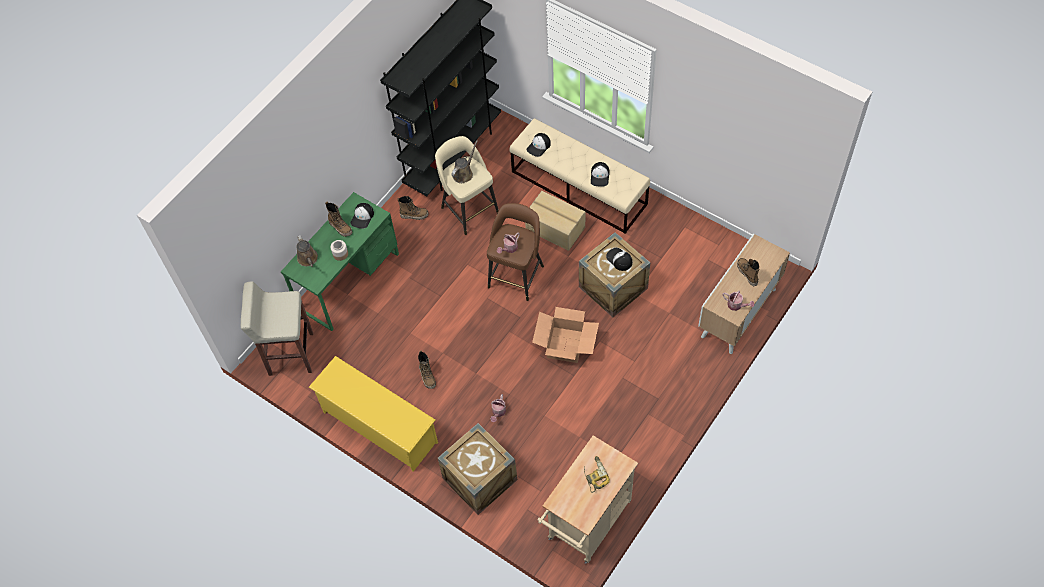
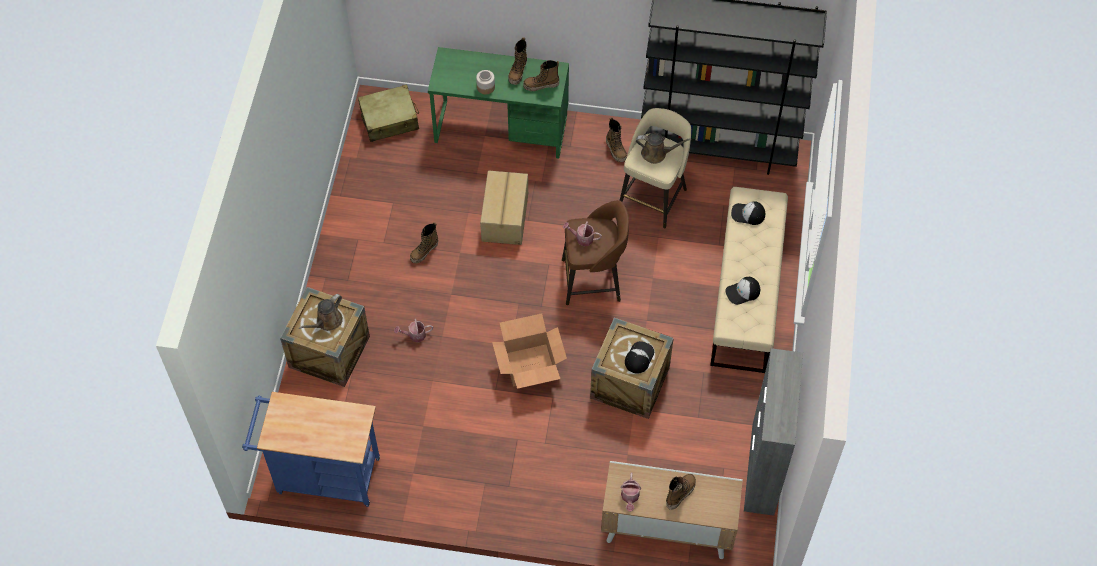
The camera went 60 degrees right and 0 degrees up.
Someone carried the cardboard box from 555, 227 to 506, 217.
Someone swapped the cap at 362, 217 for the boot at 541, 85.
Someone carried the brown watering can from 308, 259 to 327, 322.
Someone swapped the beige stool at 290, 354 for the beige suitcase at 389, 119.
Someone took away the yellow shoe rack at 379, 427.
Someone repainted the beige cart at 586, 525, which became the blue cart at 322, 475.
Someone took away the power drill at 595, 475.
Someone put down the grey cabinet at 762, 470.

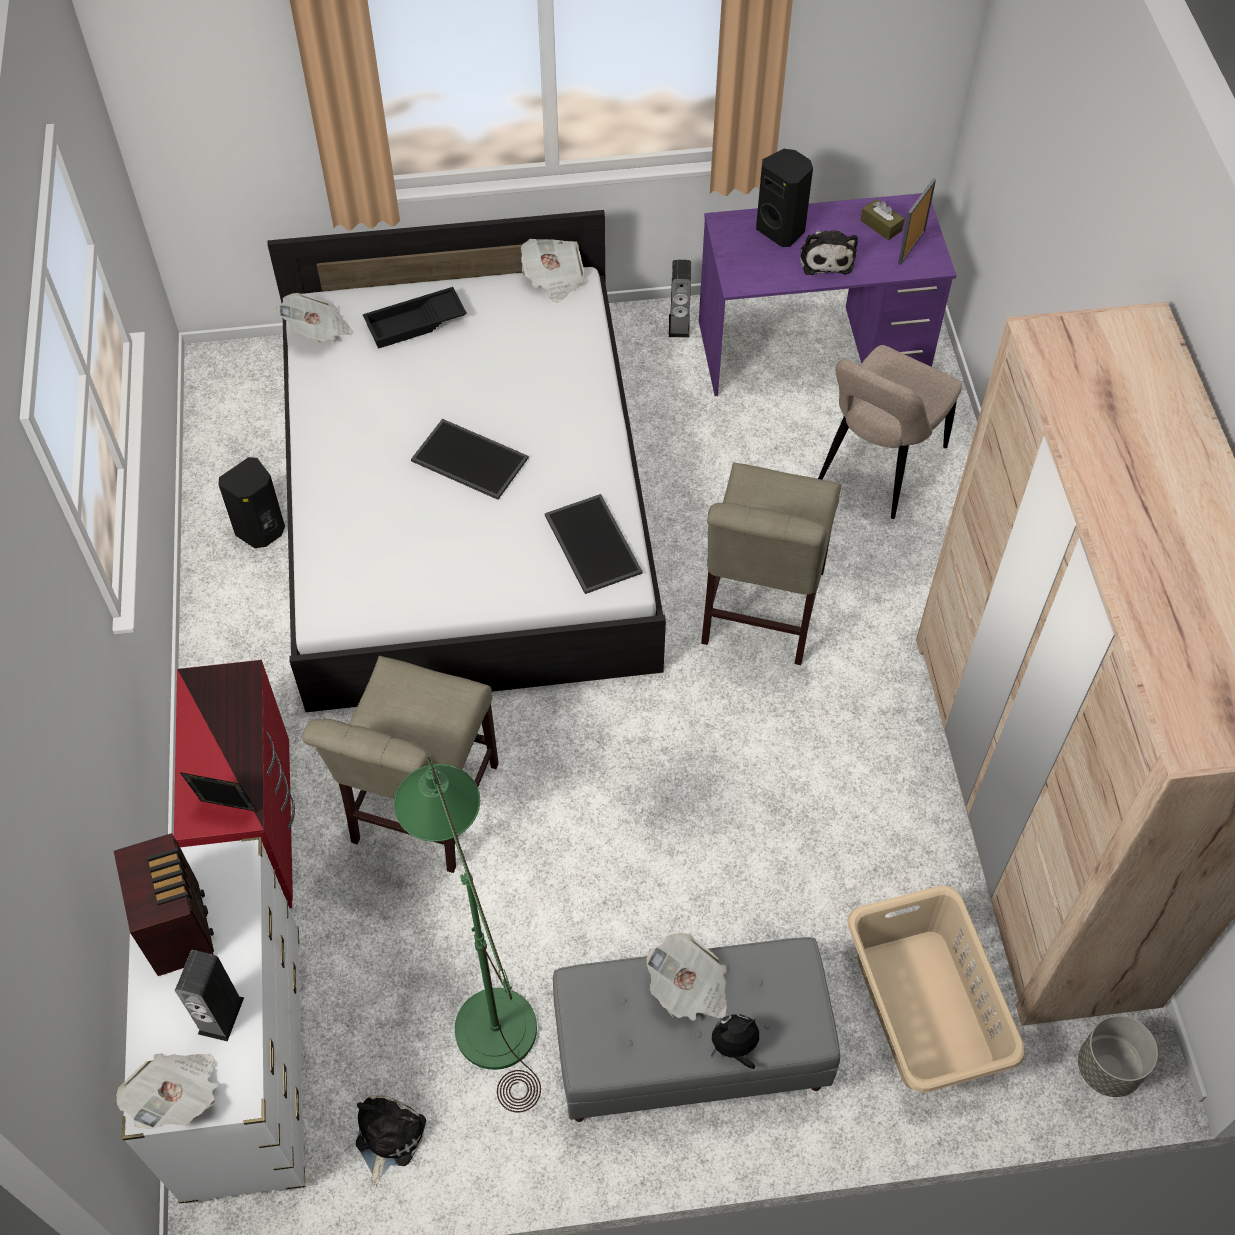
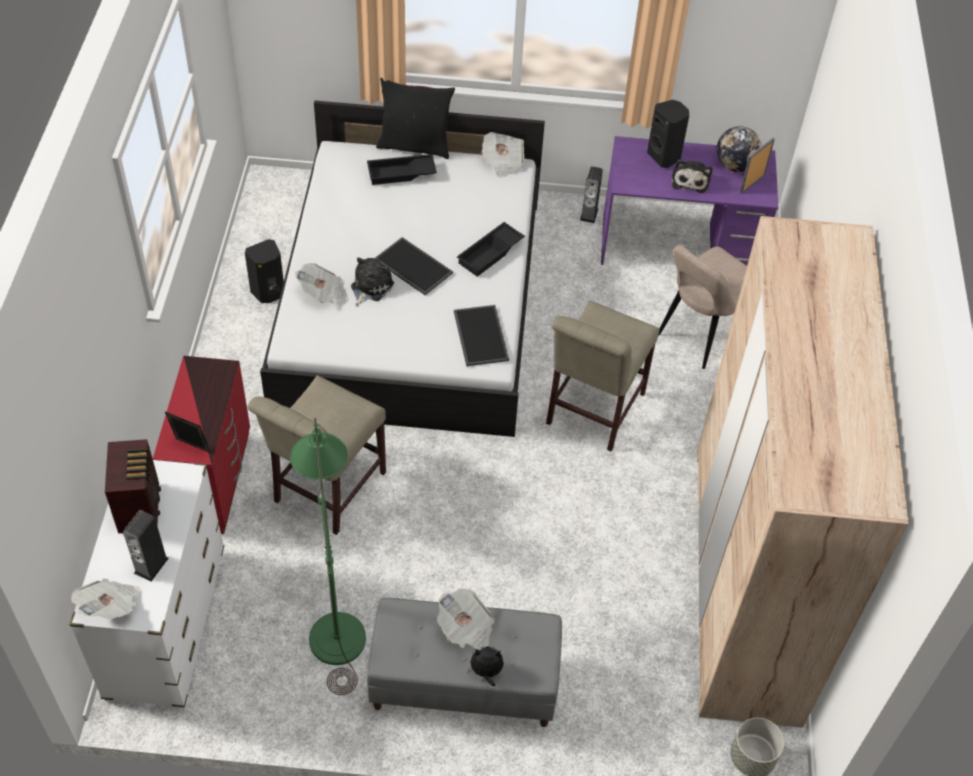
The camera went 10 degrees right and 5 degrees down.
Someone swapped the brown tissue box at 881, 225 for the globe at 735, 166.
Someone carried the newspaper from 318, 331 to 323, 293.
Someone took away the beige laundry basket at 922, 1010.
Someone carried the plush toy from 388, 1137 to 370, 287.
Someone put down the black pillow at 415, 145.
Someone put down the black tray at 490, 253.

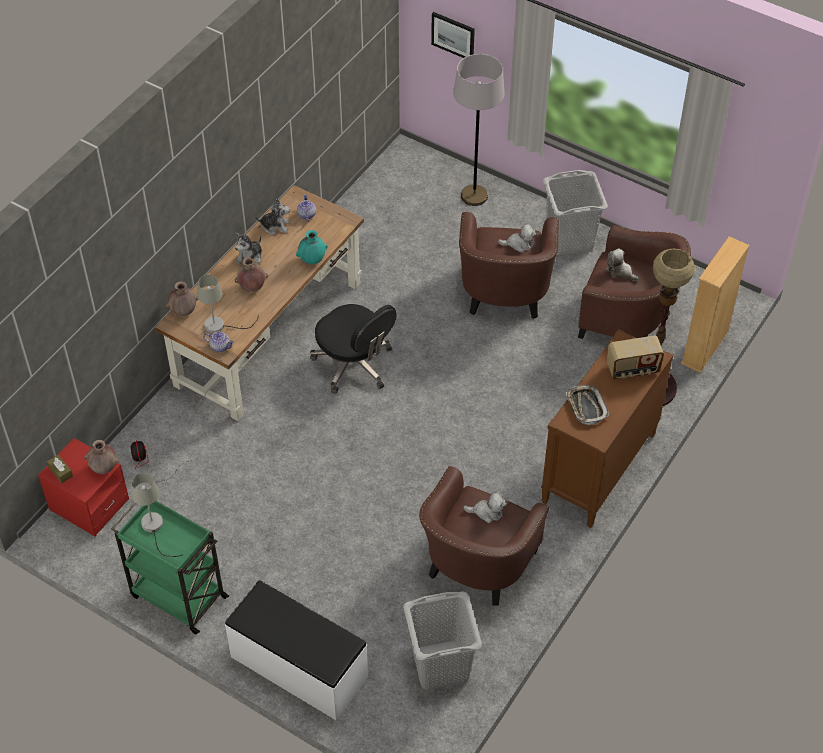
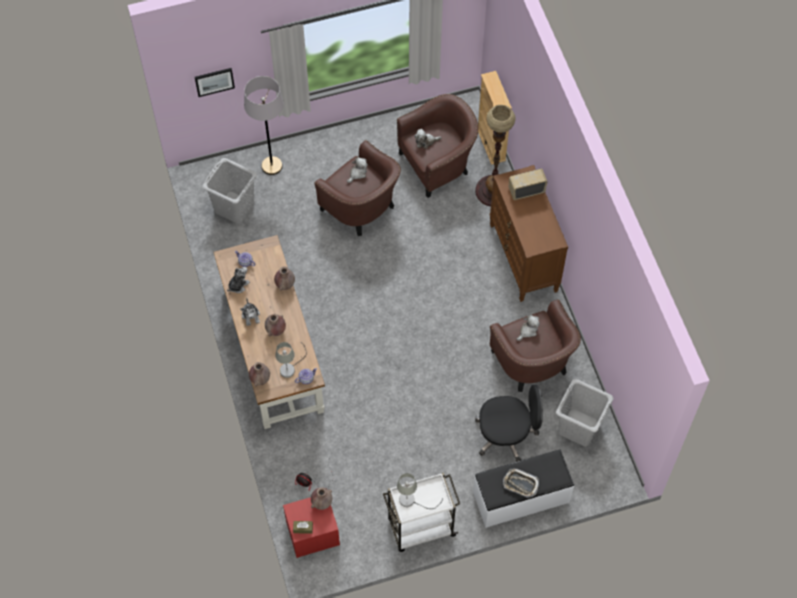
The camera went 50 degrees left and 10 degrees up.
Someone carried the grey laundry basket from 570, 239 to 234, 207.
Someone repainted the turquoise vase at 312, 260, which became the brown vase at 285, 285.
Someone carried the black office chair from 354, 365 to 506, 435.
Someone rotated the radio at 632, 369 by 135 degrees counterclockwise.
Someone carried the tray from 586, 406 to 520, 484.
Someone repainted the green cart at 177, 595, which became the white cart at 420, 528.

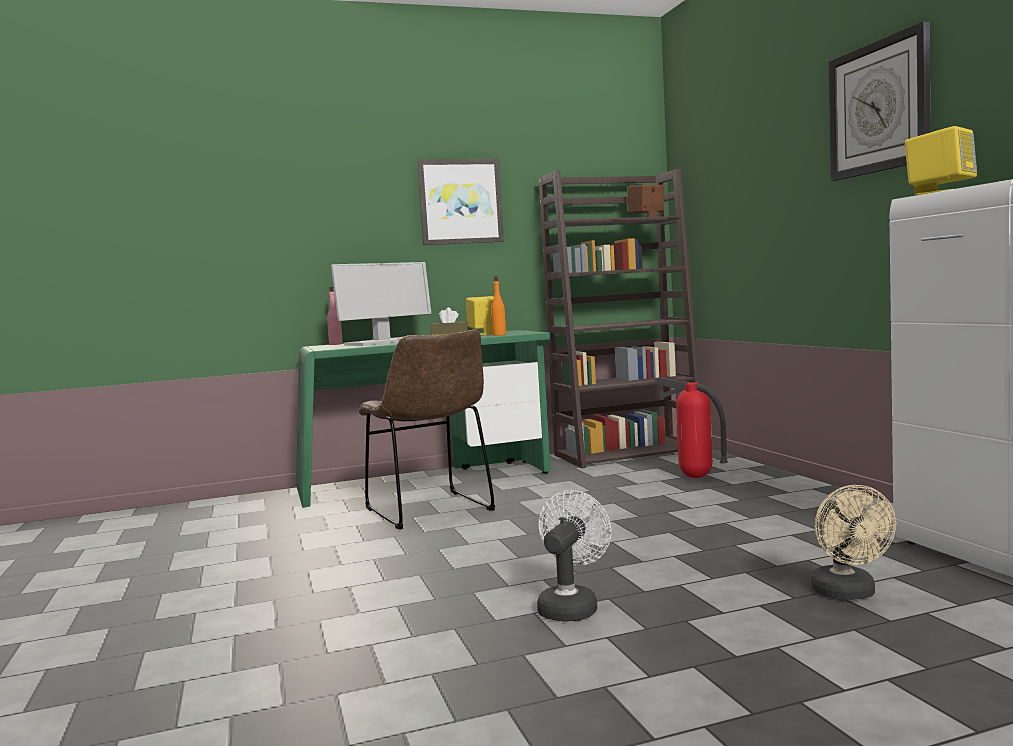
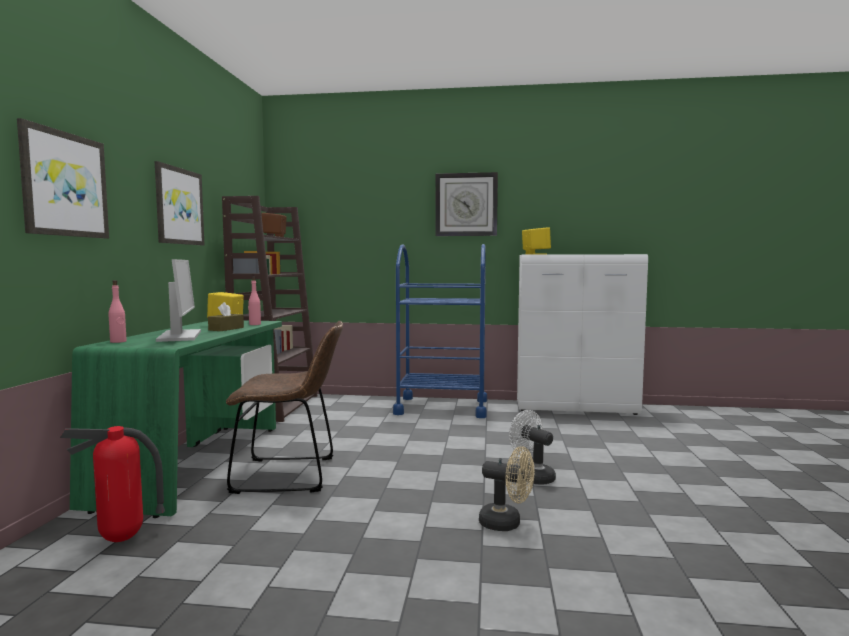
The camera went 65 degrees left and 0 degrees up.
Someone repainted the orange bottle at 499, 335, which became the pink bottle at 254, 324.
Someone carried the fire extinguisher from 695, 477 to 121, 540.
Someone carried the beige fan from 848, 594 to 507, 523.
Someone put up the picture at 64, 184.
Someone put down the blue cart at 442, 407.

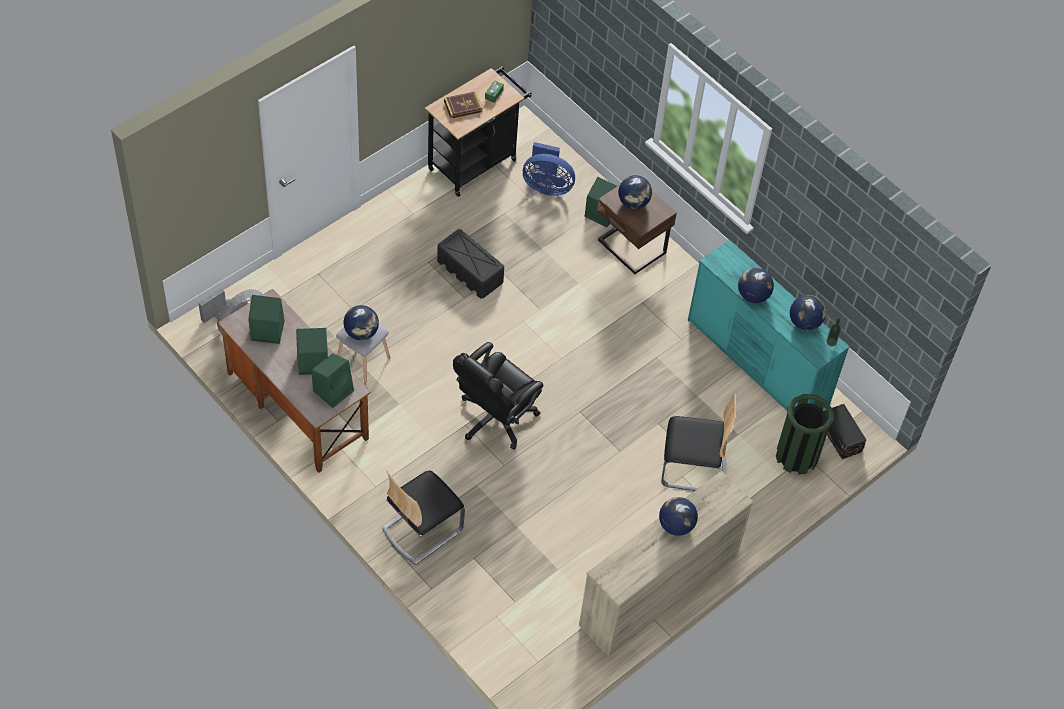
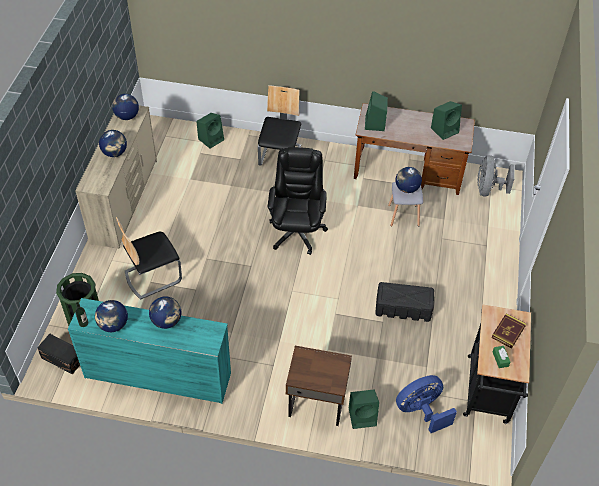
The camera went 145 degrees right and 5 degrees down.
Someone carried the globe from 633, 202 to 127, 116.
Someone carried the green speaker from 312, 363 to 211, 139.

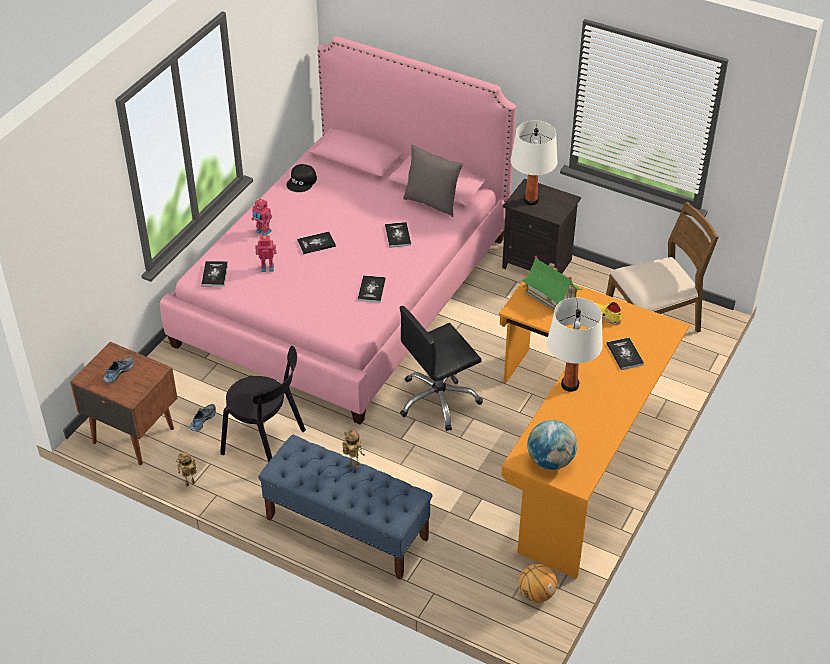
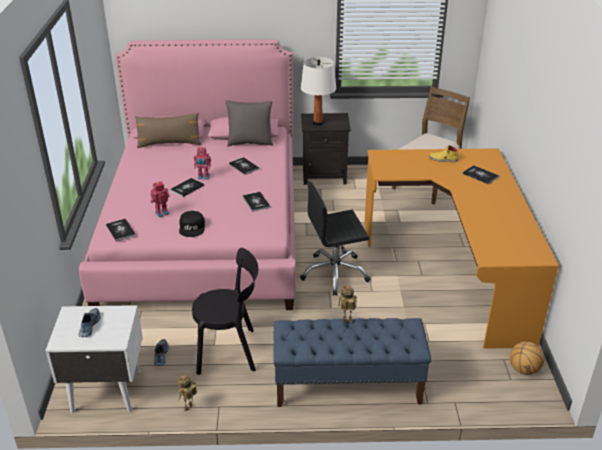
The camera went 30 degrees left and 10 degrees down.
Someone carried the black cap from 302, 182 to 192, 227.
Someone carried the toy robot from 263, 232 to 203, 177.
Someone took away the toy house at 550, 296.
Someone took away the white table lamp at 569, 385.
Someone rotated the black office chair at 438, 400 by 45 degrees clockwise.
Someone repainted the brown nightstand at 132, 434, which became the white nightstand at 105, 390.
Someone took away the globe at 550, 461.
Someone put down the brown pillow at 169, 144.

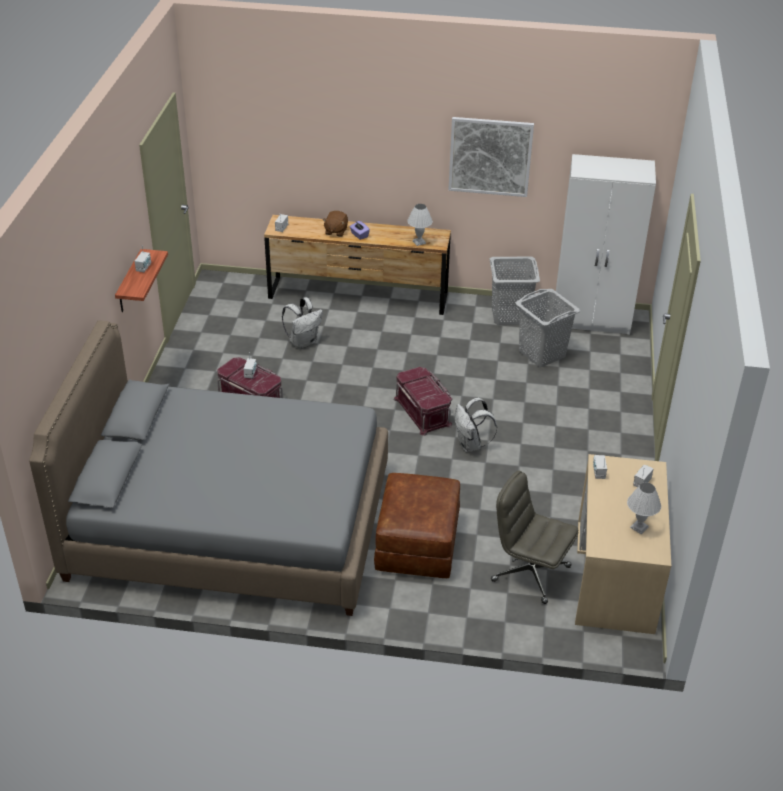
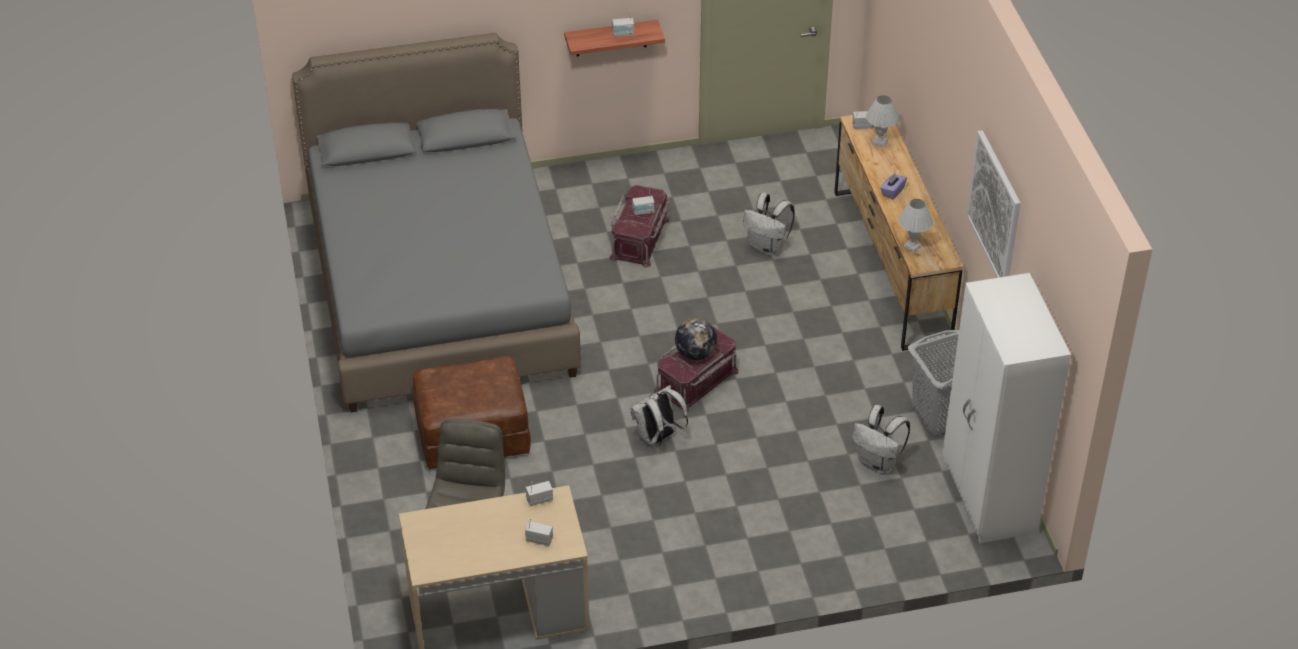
The camera went 70 degrees right and 5 degrees up.
Someone took away the brown plush toy at 335, 231.
Someone swapped the grey laundry basket at 542, 353 for the white backpack at 878, 462.
Someone carried the white table lamp from 638, 527 to 879, 141.
Someone put down the globe at 695, 354.

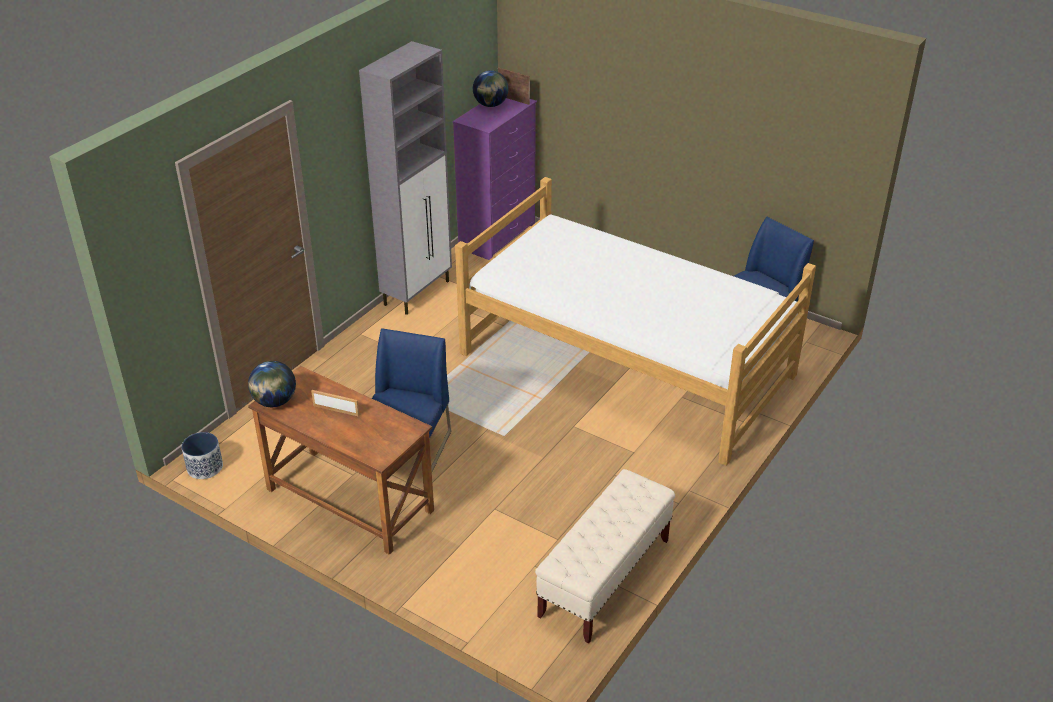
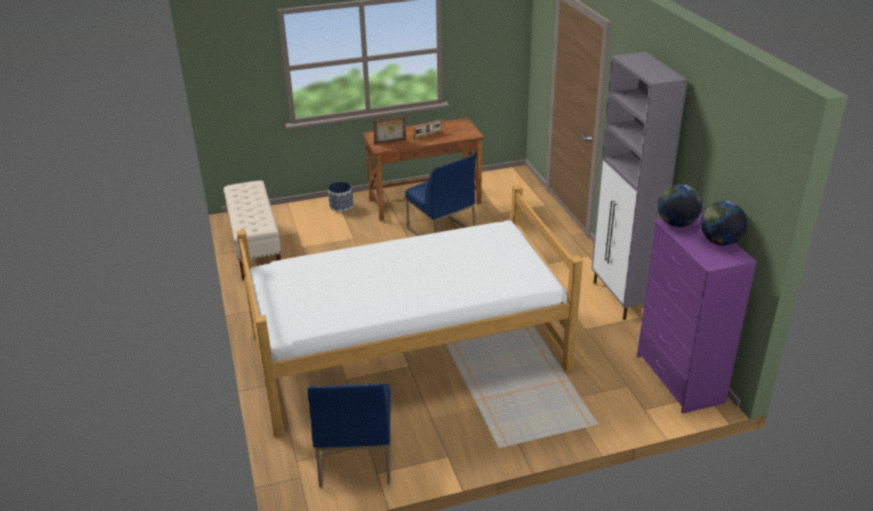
The camera went 130 degrees right and 5 degrees down.
Someone carried the picture frame from 514, 99 to 390, 142.
Someone carried the globe from 274, 402 to 676, 223.
Someone carried the planter from 205, 467 to 341, 206.

